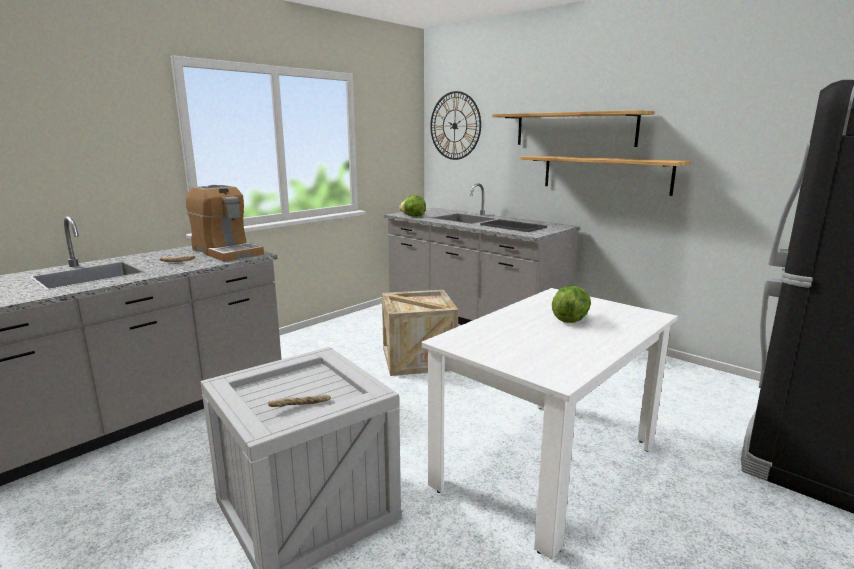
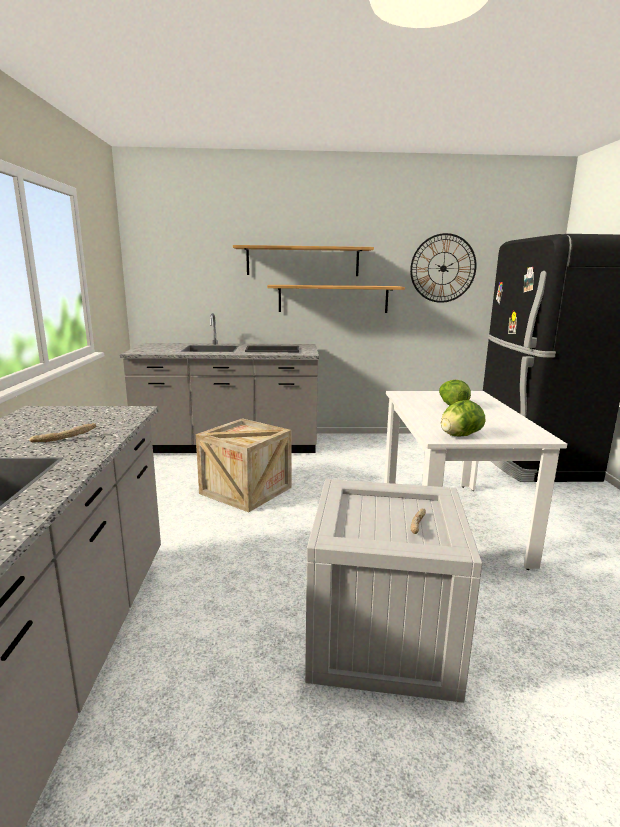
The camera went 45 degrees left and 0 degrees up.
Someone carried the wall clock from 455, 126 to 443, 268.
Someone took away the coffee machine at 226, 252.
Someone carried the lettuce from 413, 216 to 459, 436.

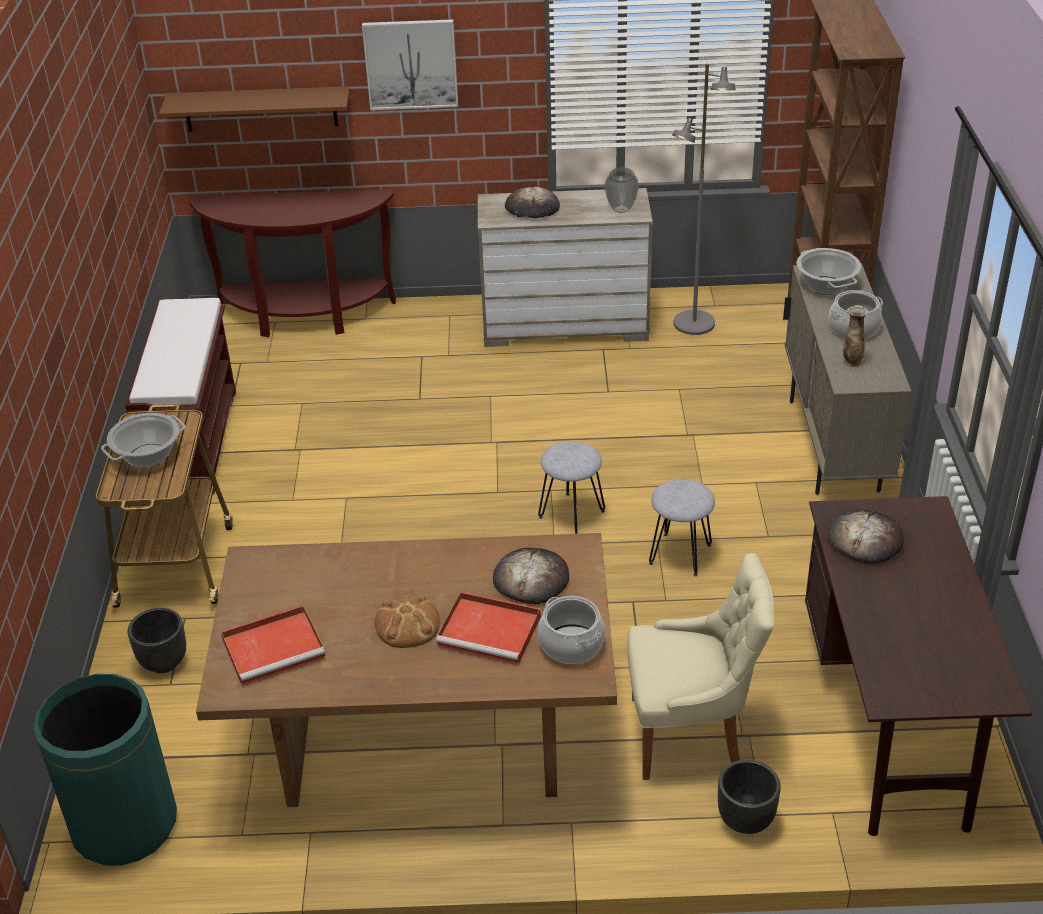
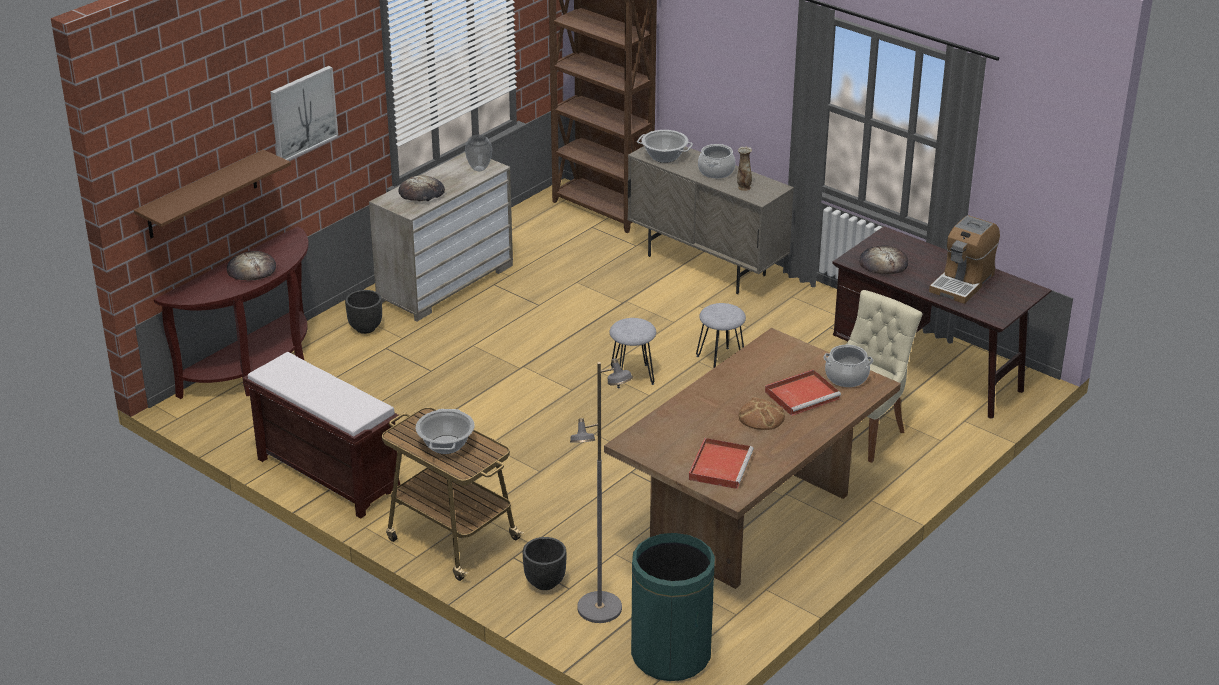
The camera went 50 degrees left and 5 degrees down.
Someone carried the grey floor lamp from 694, 324 to 600, 609.
Someone carried the bread from 531, 579 to 251, 269.
Someone carried the black planter from 746, 821 to 366, 328.
Someone put down the coffee machine at 962, 282.

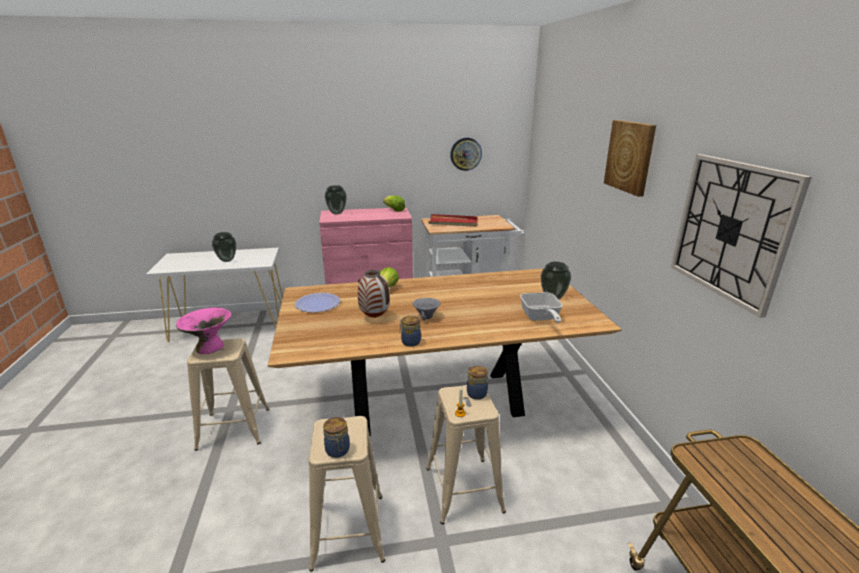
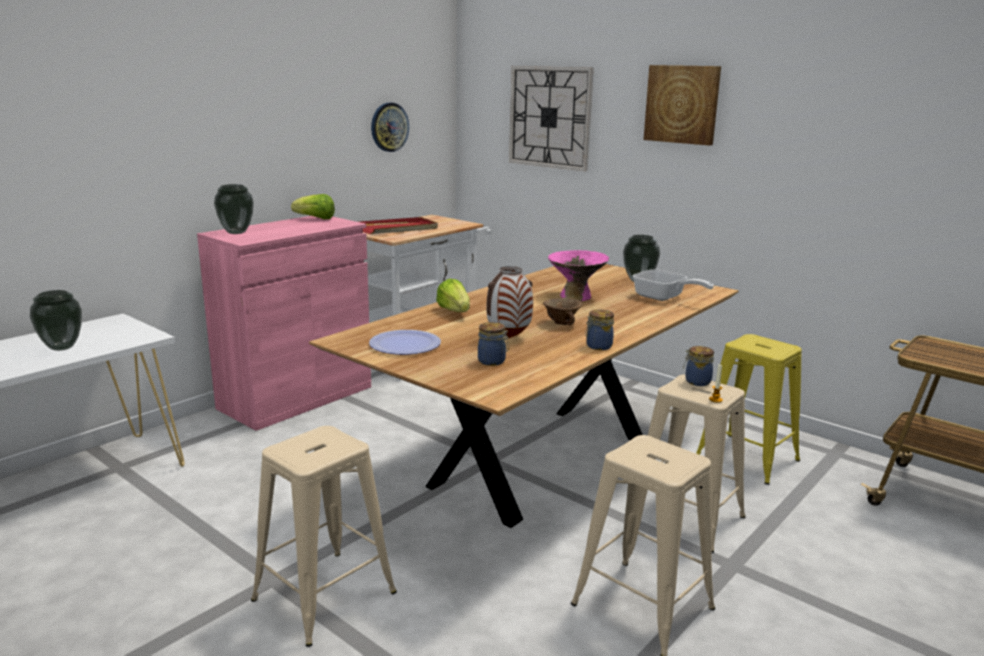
The camera went 40 degrees left and 5 degrees down.
Someone carried the wall clock from 731, 230 to 550, 117.
Someone repainted the grey bowl at 426, 317, which became the brown bowl at 562, 323.
Someone carried the pink bowl from 210, 347 to 576, 296.
Someone carried the jar from 338, 451 to 492, 361.
Someone put down the yellow stool at 747, 458.

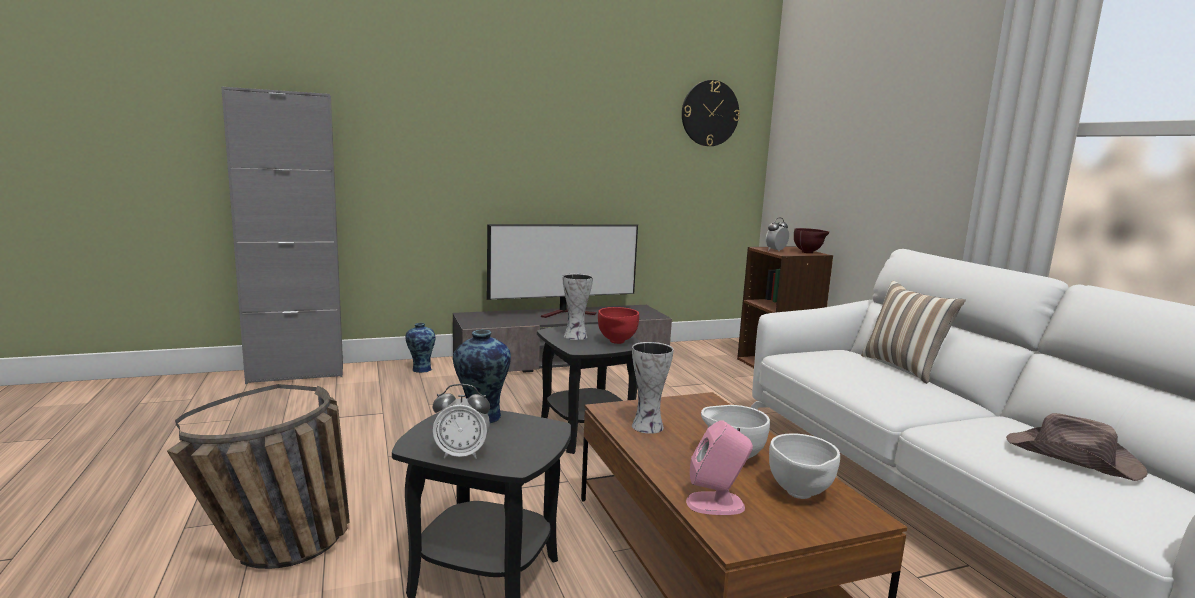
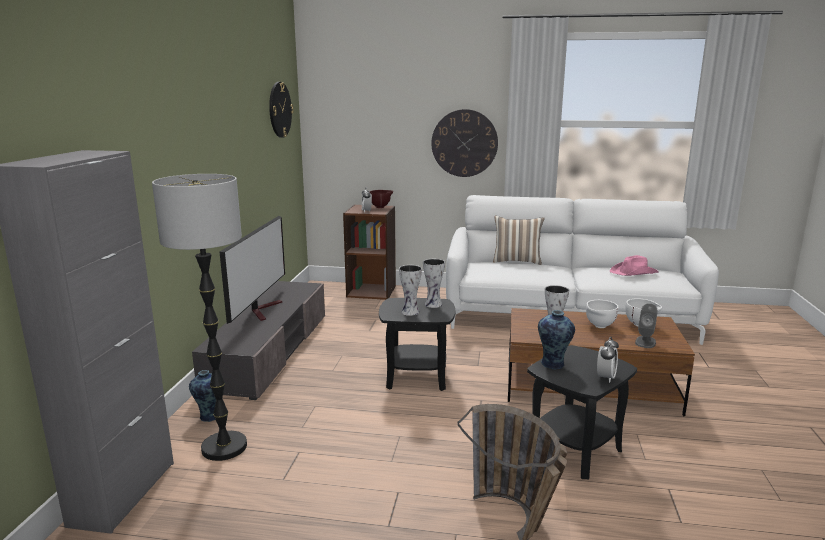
The camera went 60 degrees left and 5 degrees up.
Someone swapped the red bowl at 616, 342 for the vase at 434, 304.
Someone repainted the brown hat at 1073, 458, which became the pink hat at 634, 272.
Someone repainted the pink speaker at 716, 504, which became the grey speaker at 645, 342.
Someone put up the wall clock at 464, 143.
Someone put down the floor lamp at 224, 447.

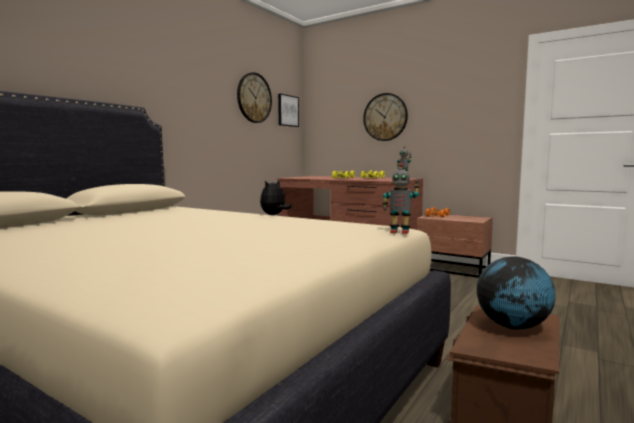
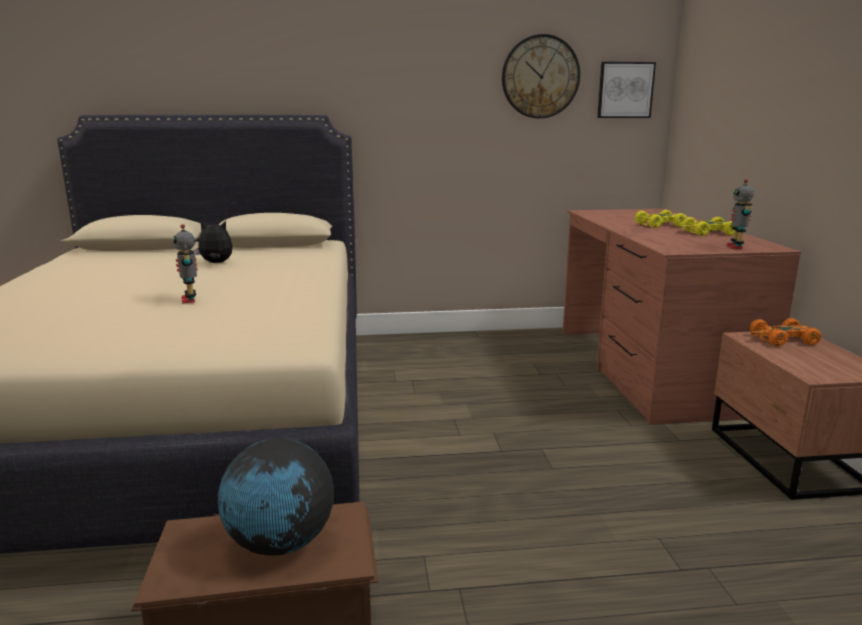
The camera went 50 degrees right and 10 degrees up.
Someone took away the wall clock at 385, 117.
Someone carried the toy robot from 399, 232 to 190, 300.
Someone carried the plush toy from 274, 215 to 216, 263.

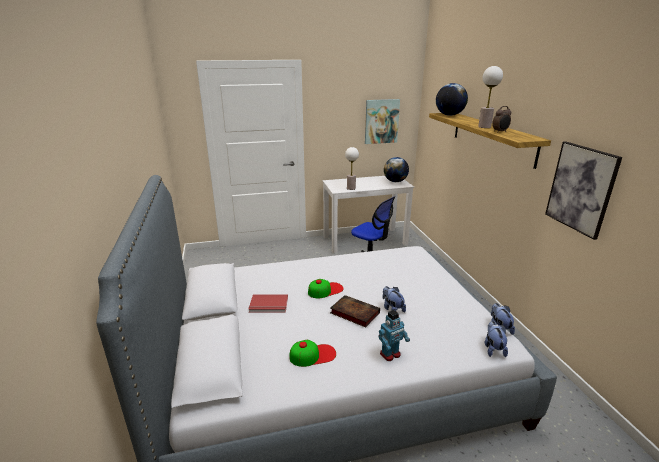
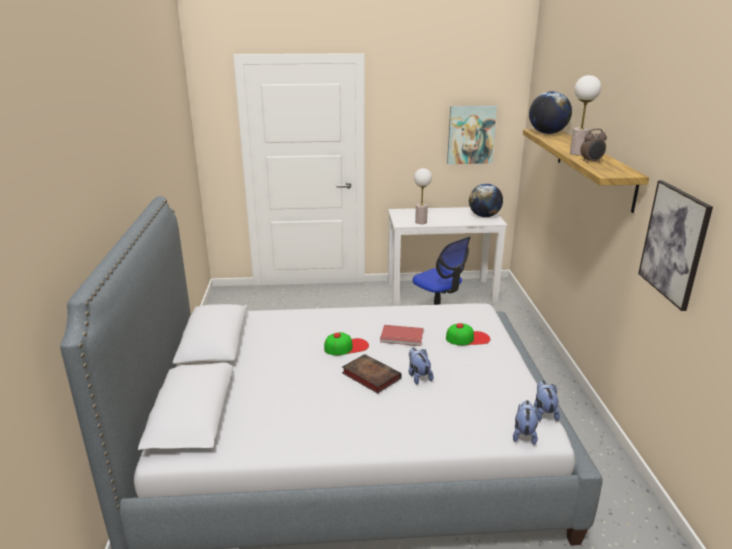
The camera went 10 degrees right and 0 degrees up.
Someone carried the red book from 269, 305 to 402, 337.
Someone took away the toy robot at 390, 354.
Someone carried the cap from 313, 355 to 467, 338.

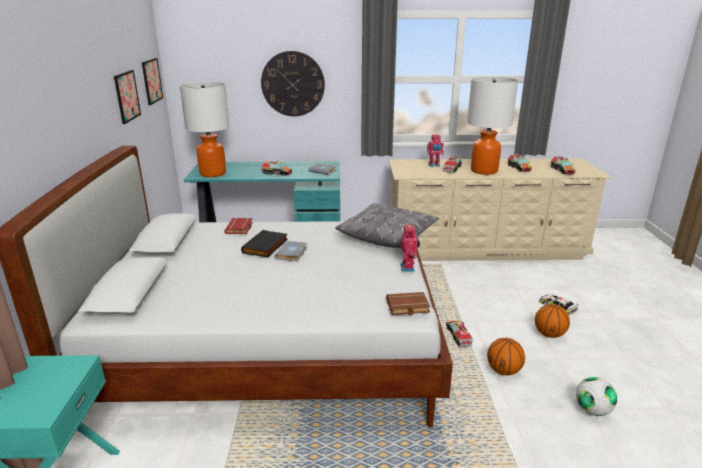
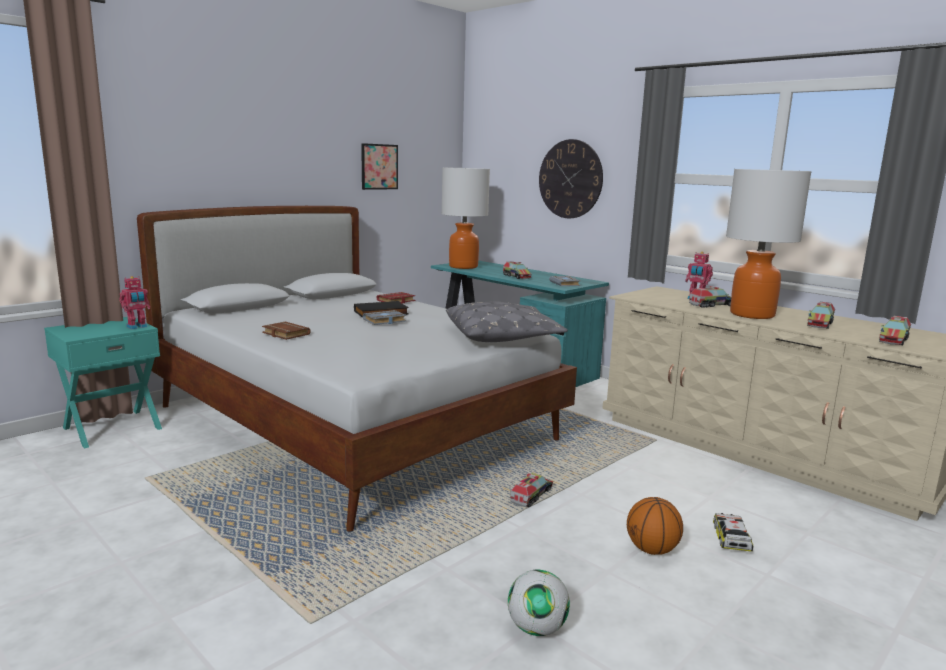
The camera went 45 degrees right and 10 degrees down.
Someone took away the picture at 152, 81.
Someone carried the toy robot from 408, 268 to 137, 327.
Someone carried the brown book from 407, 307 to 284, 334.
Someone took away the basketball at 503, 371.

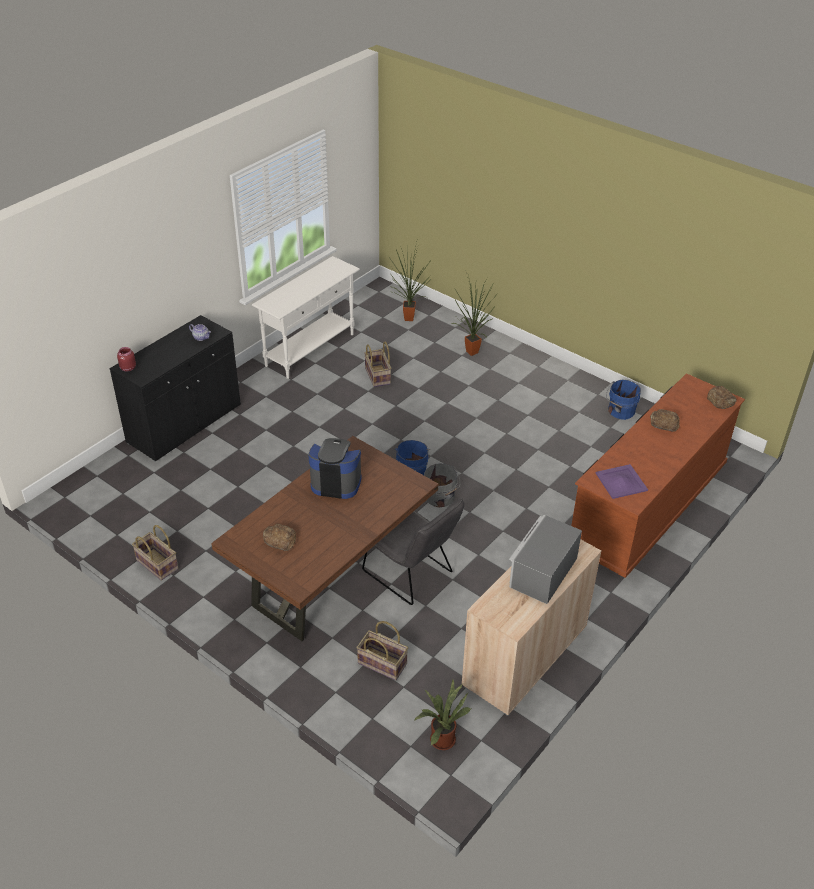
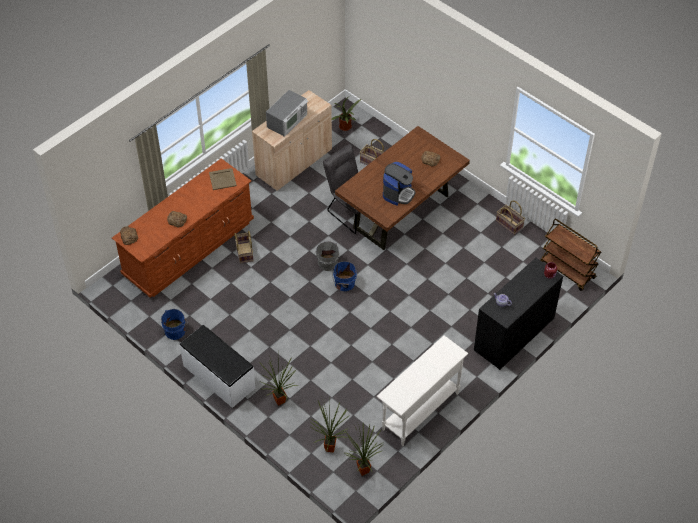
The camera went 175 degrees left and 10 degrees up.
Someone carried the basket from 378, 376 to 244, 253.
Someone rotated the coffee machine at 336, 483 by 75 degrees counterclockwise.
Someone repainted the purple tray at 622, 482, which became the beige tray at 222, 179.
Someone put down the brown cart at 567, 270.
Someone put down the white bench at 218, 377.
Someone put down the potted plant at 363, 469.

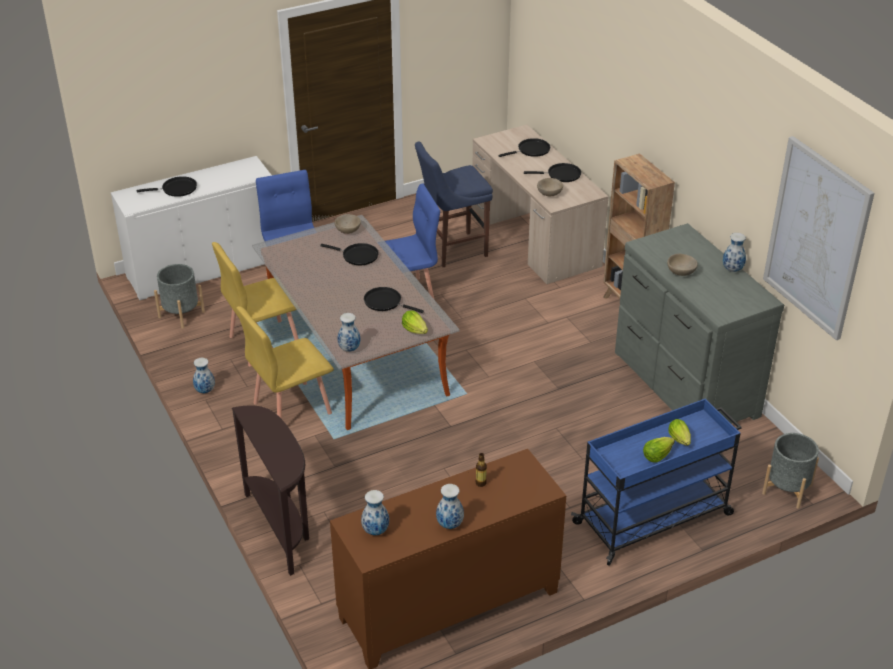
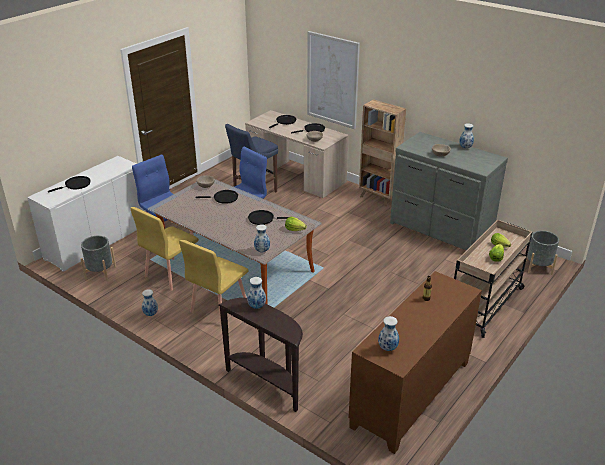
The camera went 25 degrees left and 5 degrees down.
Someone carried the picture from 817, 238 to 332, 80.
Someone repainted the blue cart at 654, 518, which became the beige cart at 485, 303.
Someone carried the vase from 449, 525 to 256, 306.

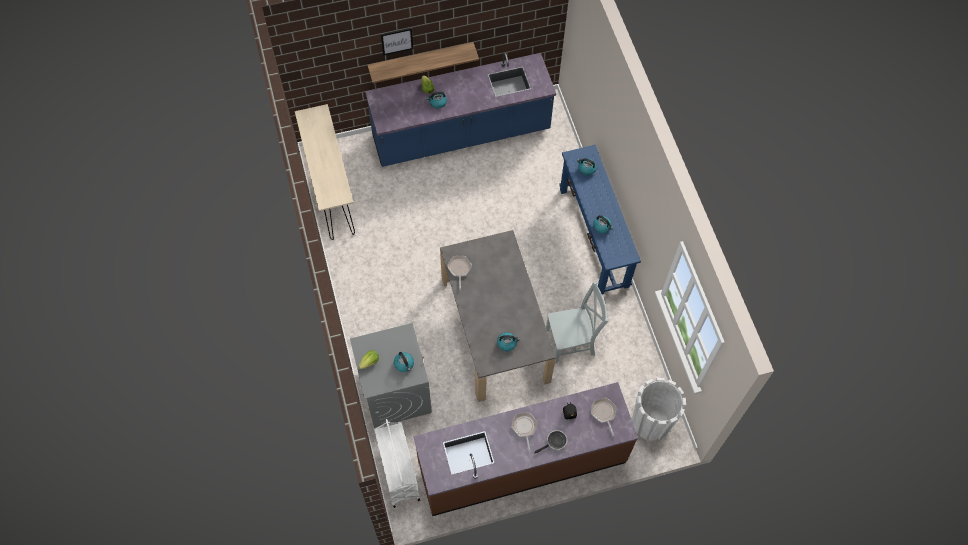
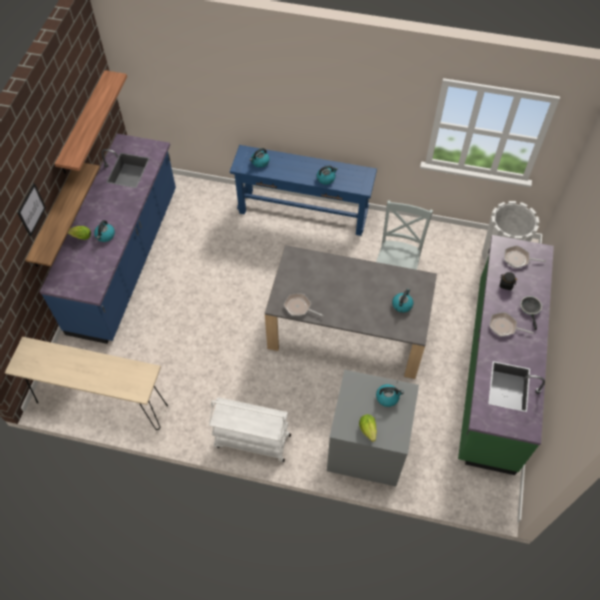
The camera went 60 degrees left and 5 degrees down.
Someone repainted the brown counter at 522, 462, which became the green counter at 493, 371.
Someone carried the white cart from 398, 472 to 251, 441.
Someone put up the shelf at 83, 123.

